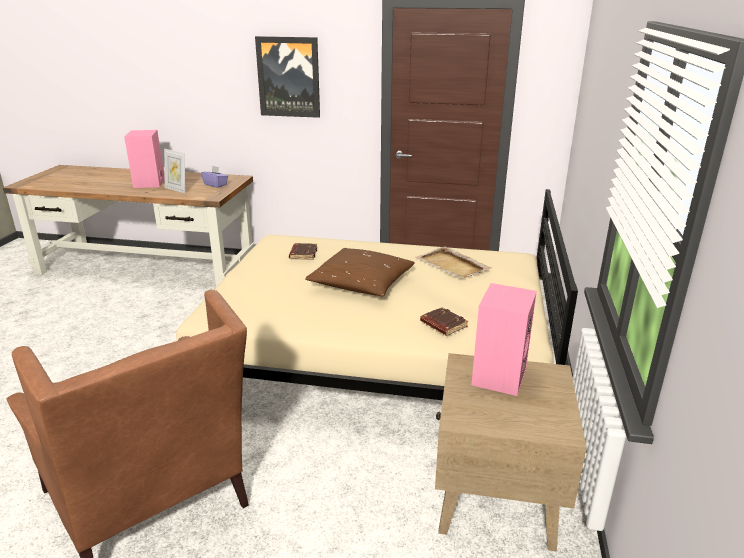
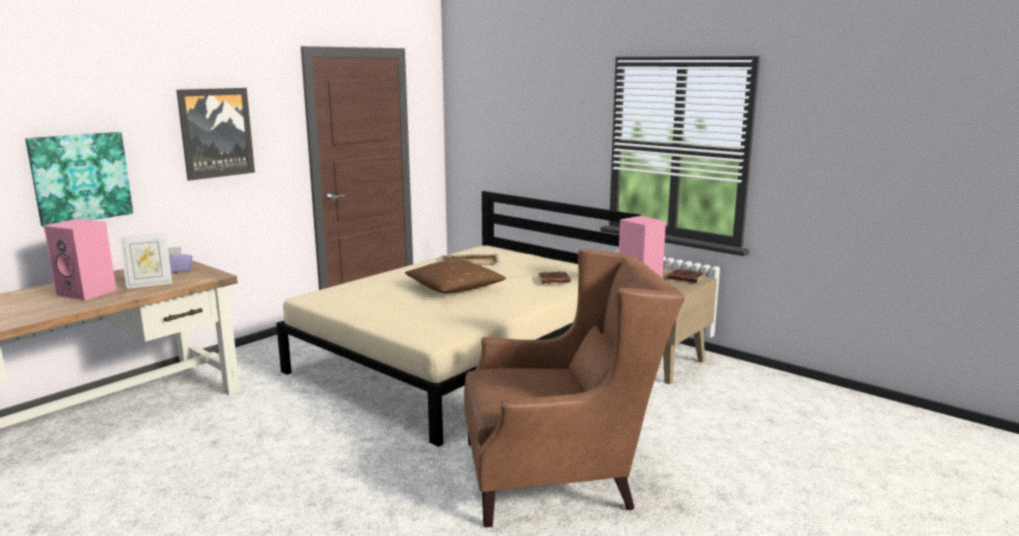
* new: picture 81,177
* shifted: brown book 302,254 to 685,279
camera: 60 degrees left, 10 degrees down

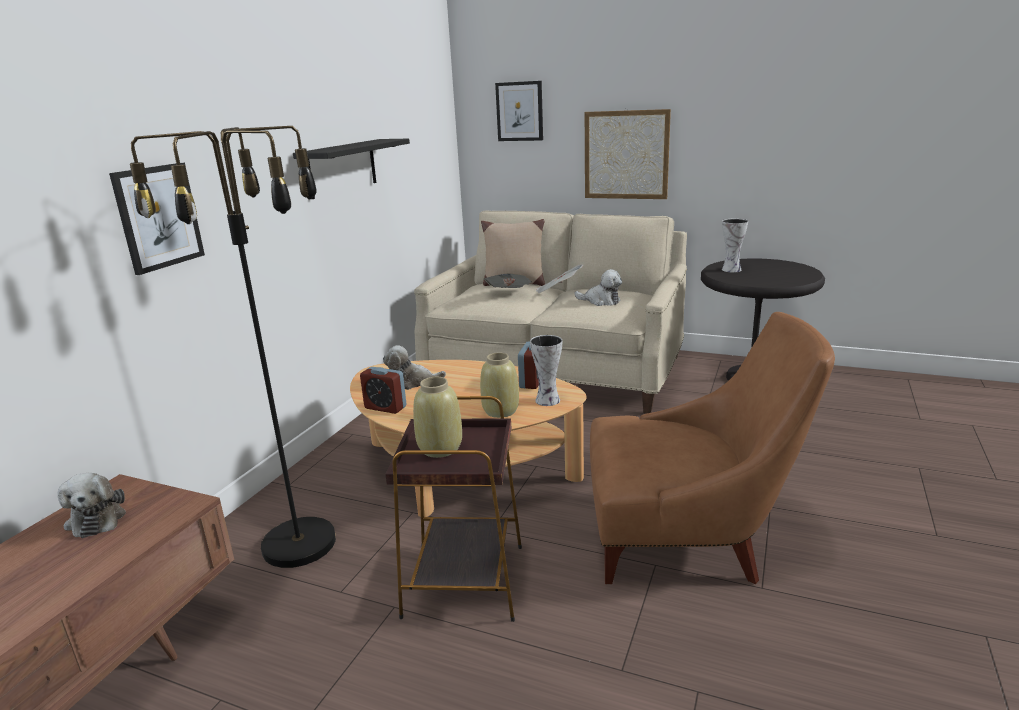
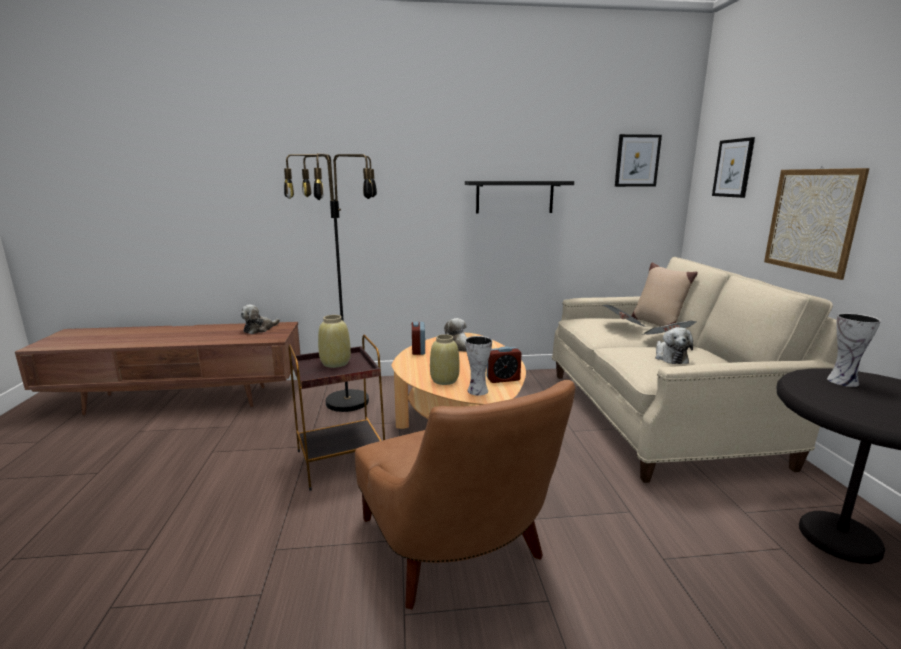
* shifted: picture 158,217 to 637,161
camera: 60 degrees right, 5 degrees down

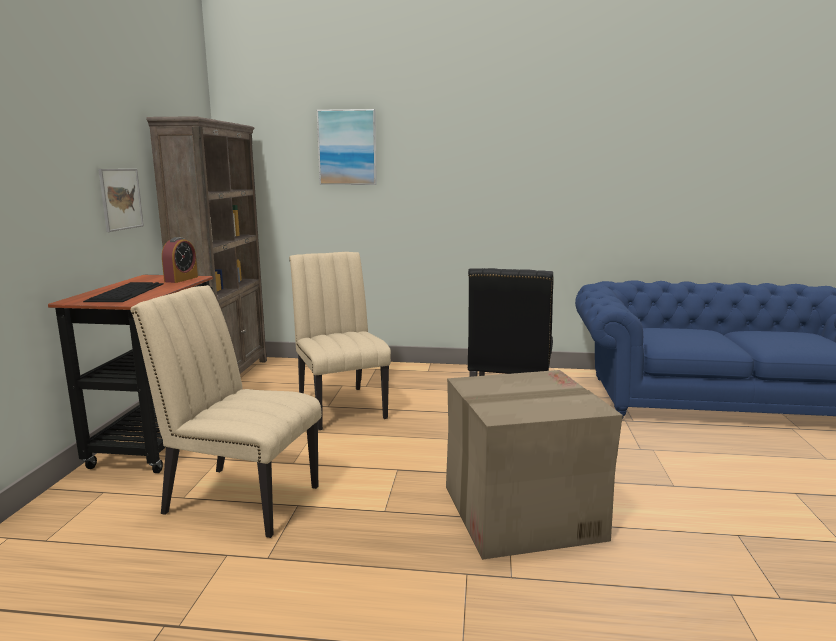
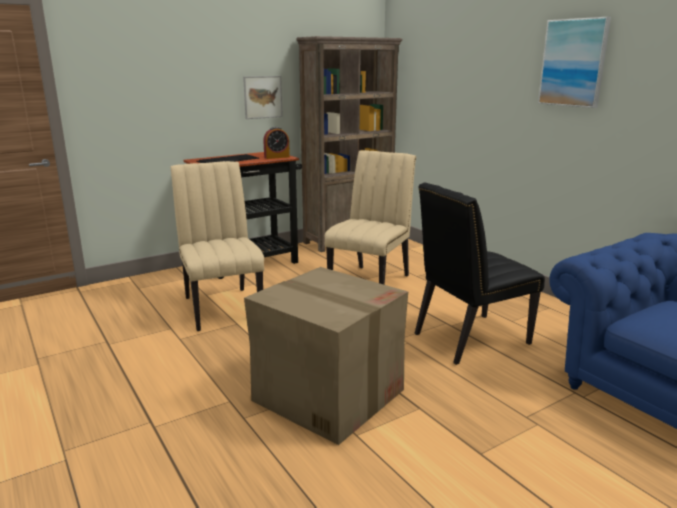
* shifted: picture 347,147 to 573,63
camera: 50 degrees right, 5 degrees up

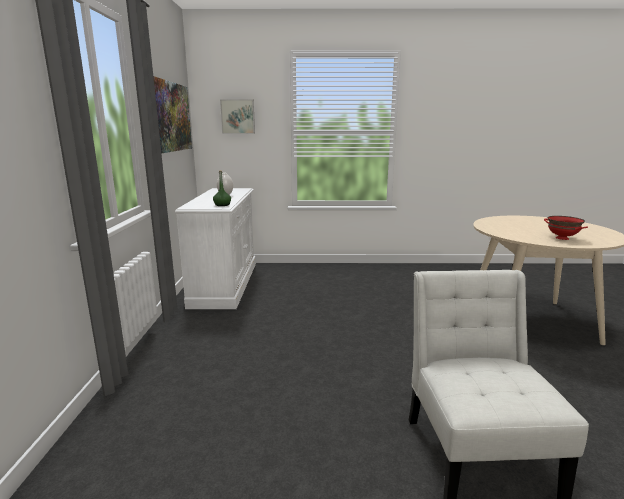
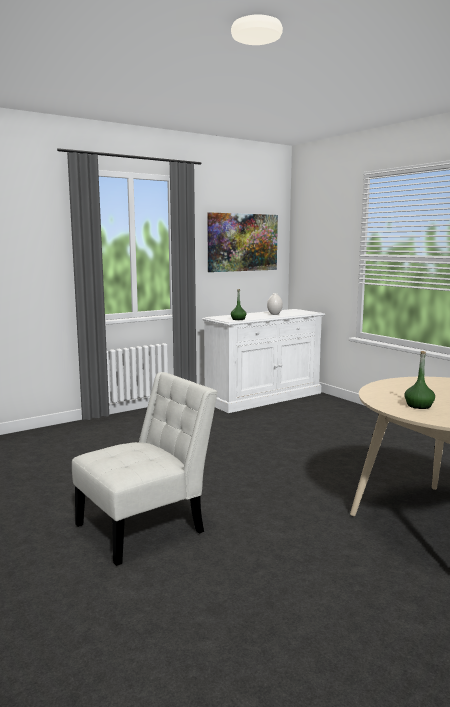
* swapped: red bowl 562,238 to green bottle 419,406
* gone: picture 238,116
camera: 55 degrees right, 5 degrees down

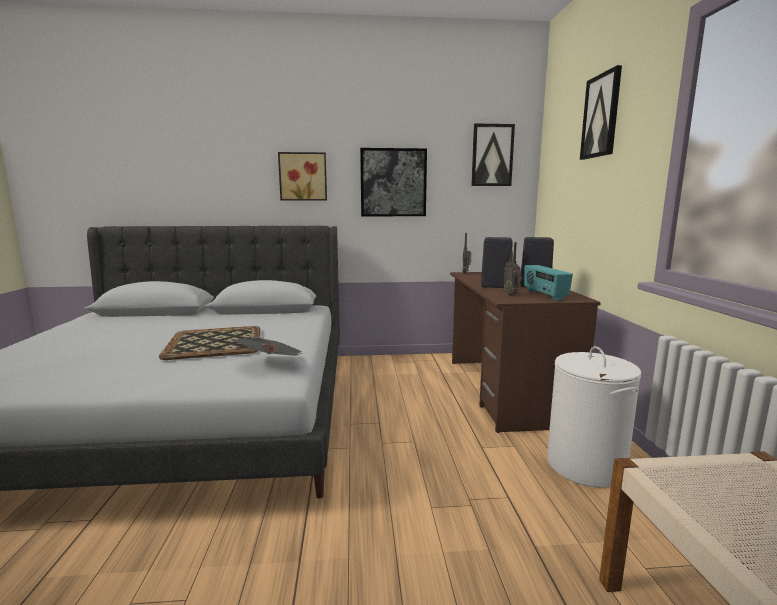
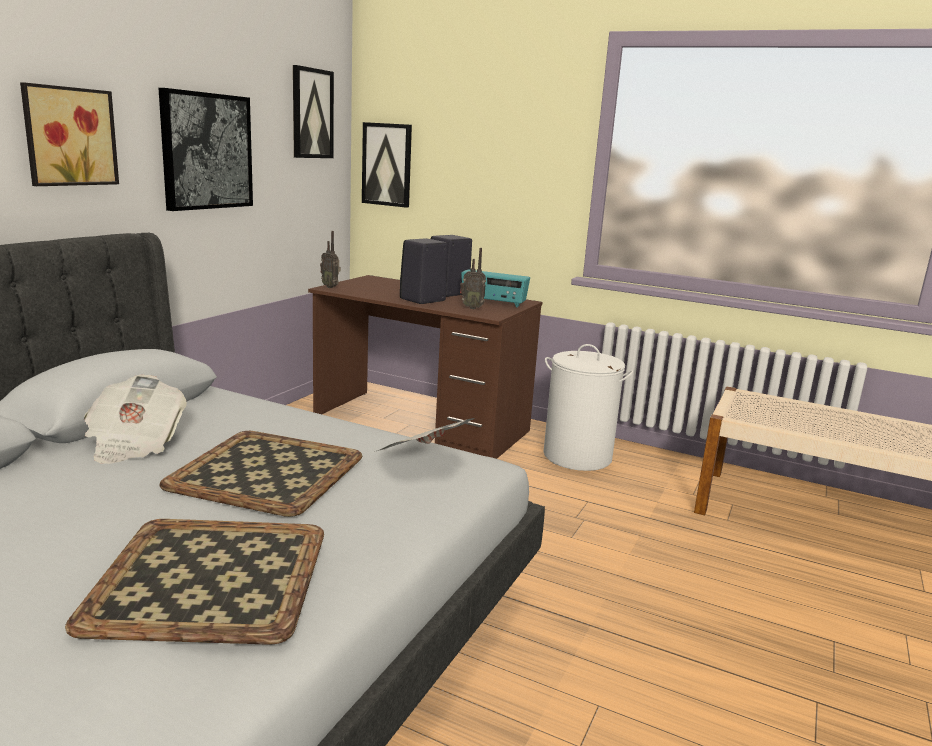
* new: tray 207,579
* new: newspaper 134,443
* shifted: picture 601,116 to 387,164
camera: 60 degrees left, 5 degrees up

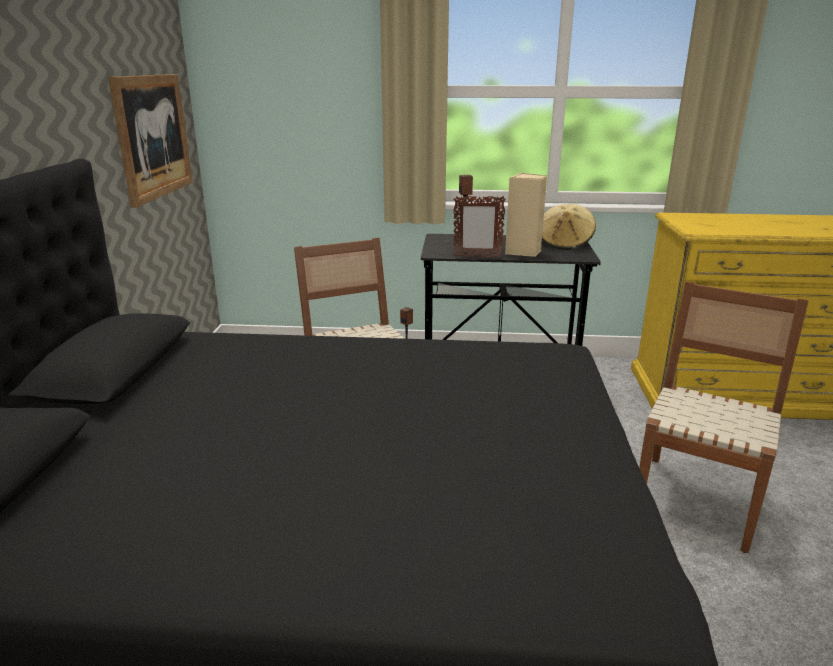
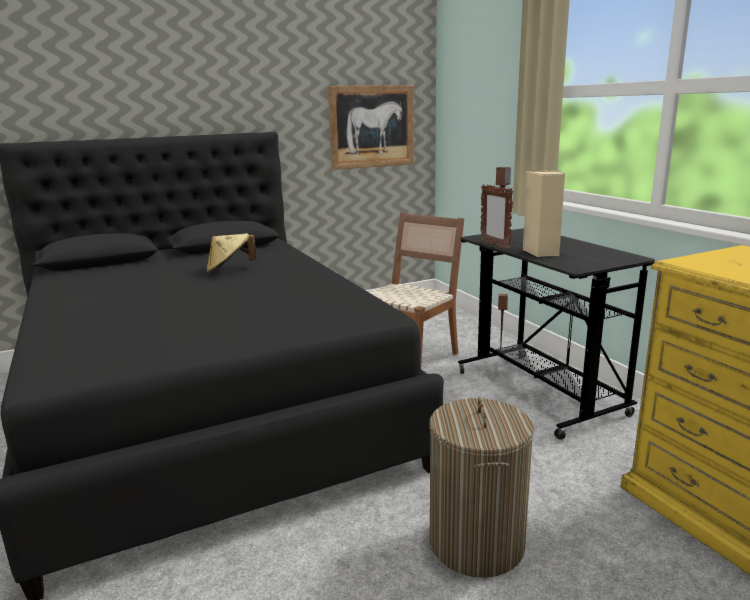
* shifted: beige hat 565,243 to 230,270
* swapped: chair 698,498 to laundry basket 476,543
camera: 60 degrees right, 5 degrees down

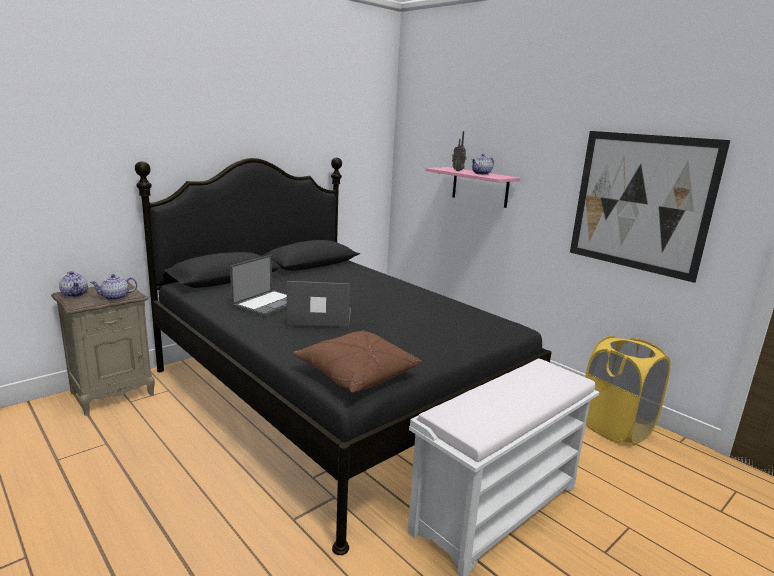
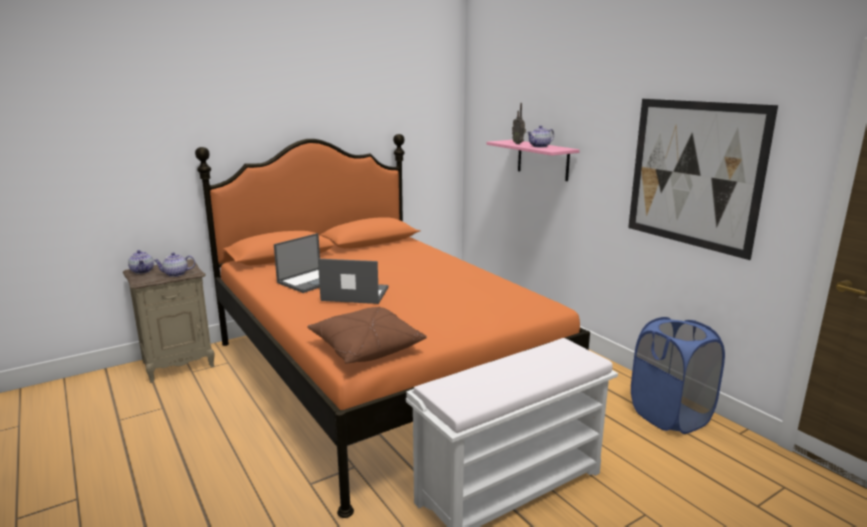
* repainted: black bed 335,398 to orange bed 382,375
* repainted: yellow laundry basket 615,428 to blue laundry basket 670,416
camera: 10 degrees right, 0 degrees up

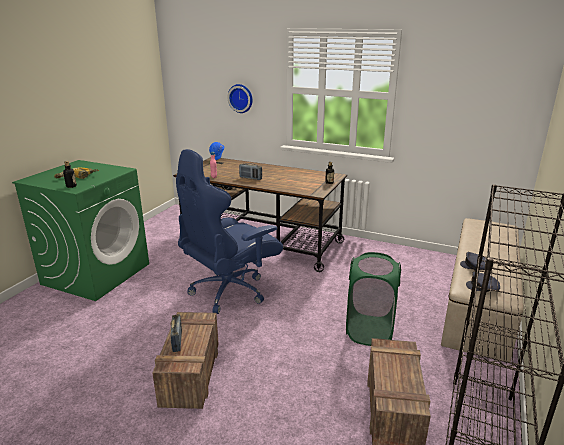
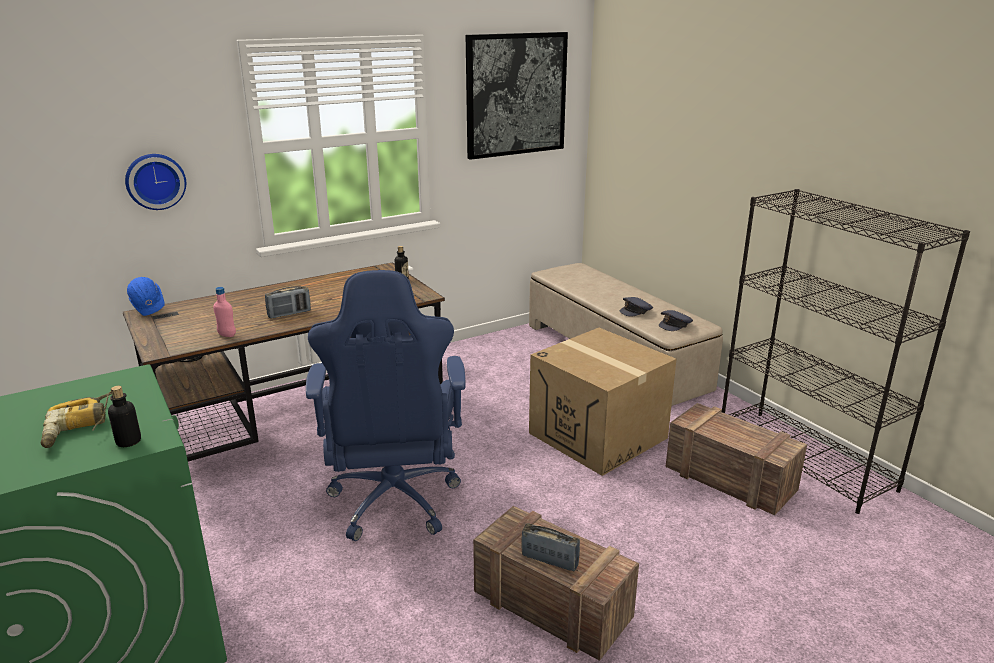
* new: picture 516,95
* swapped: green laundry basket 369,330 to cardboard box 598,435
camera: 55 degrees left, 0 degrees up

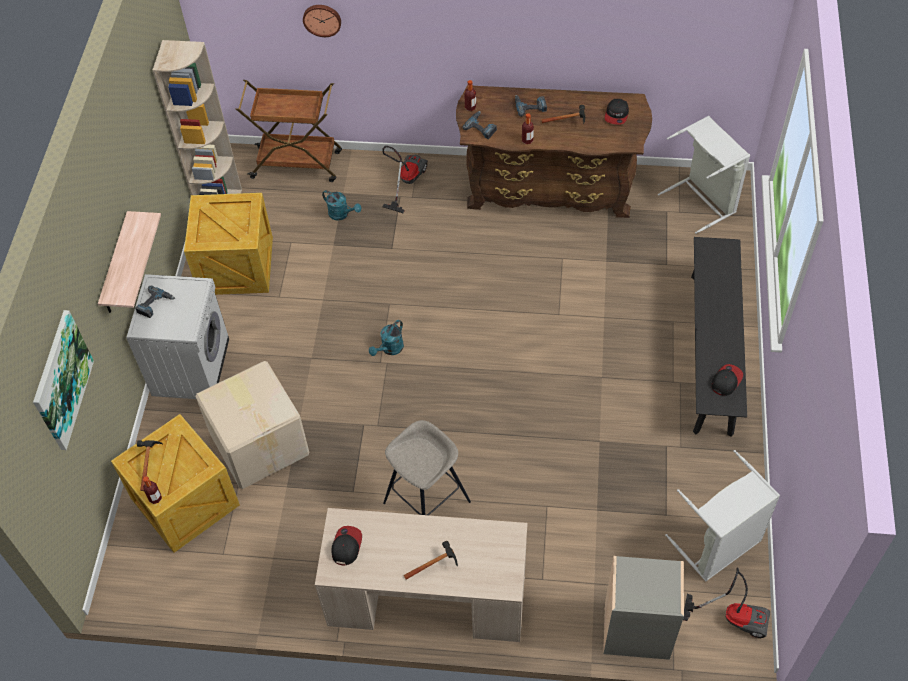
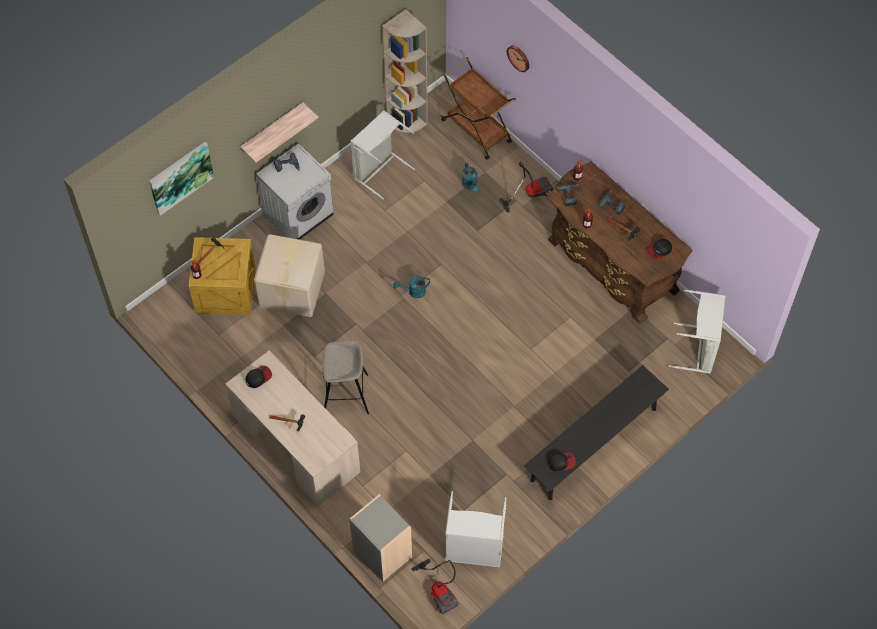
* swapped: crate 235,265 to grey laundry basket 379,170
camera: 40 degrees right, 5 degrees up

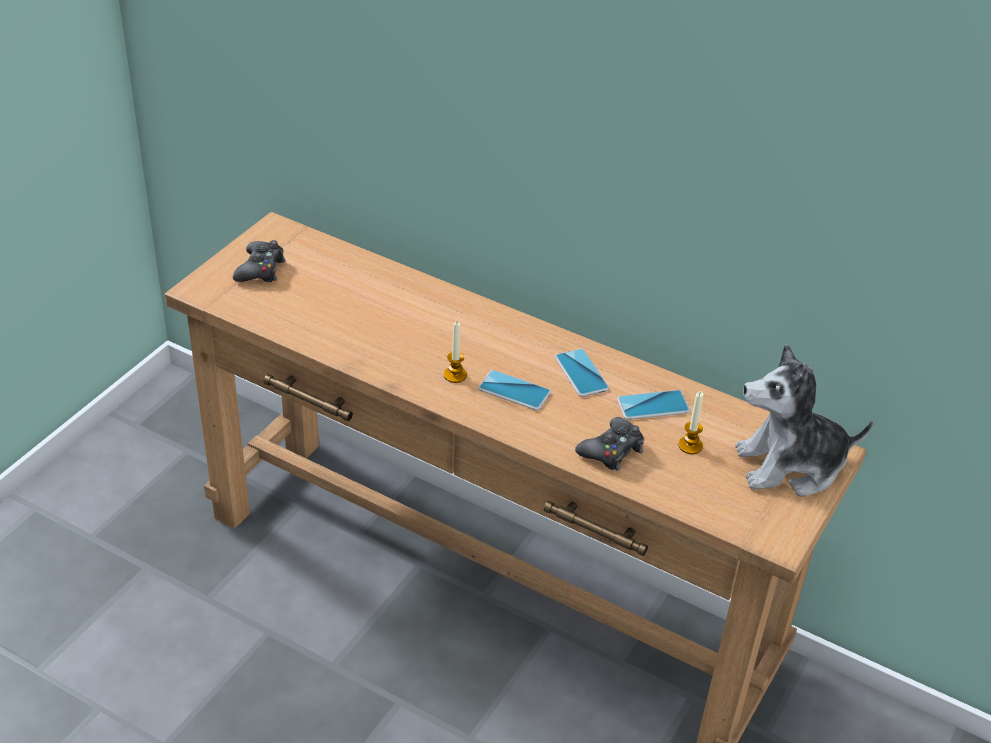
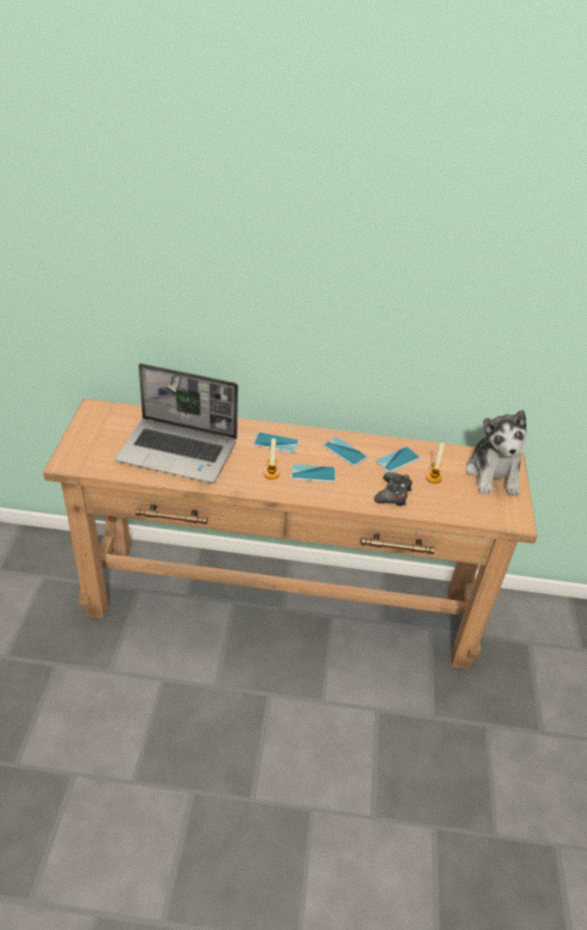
* new: laptop 179,451
* new: phone 276,443
* rotated: plush toy 790,466 = 493,474 60 degrees counterclockwise
* gone: black game controller 260,269
camera: 25 degrees left, 0 degrees up

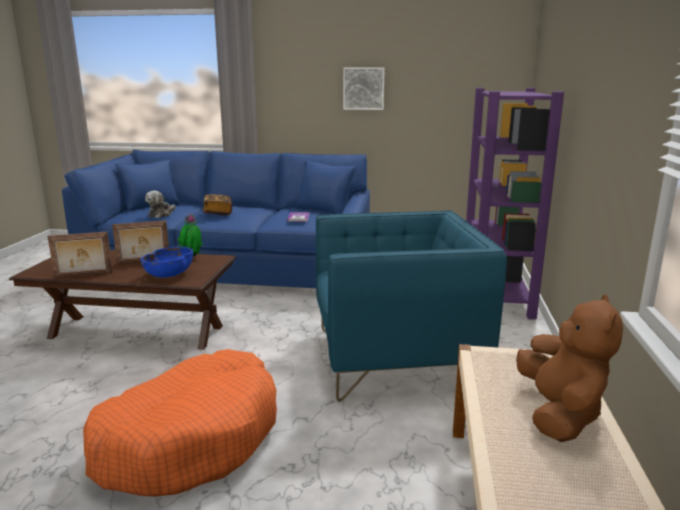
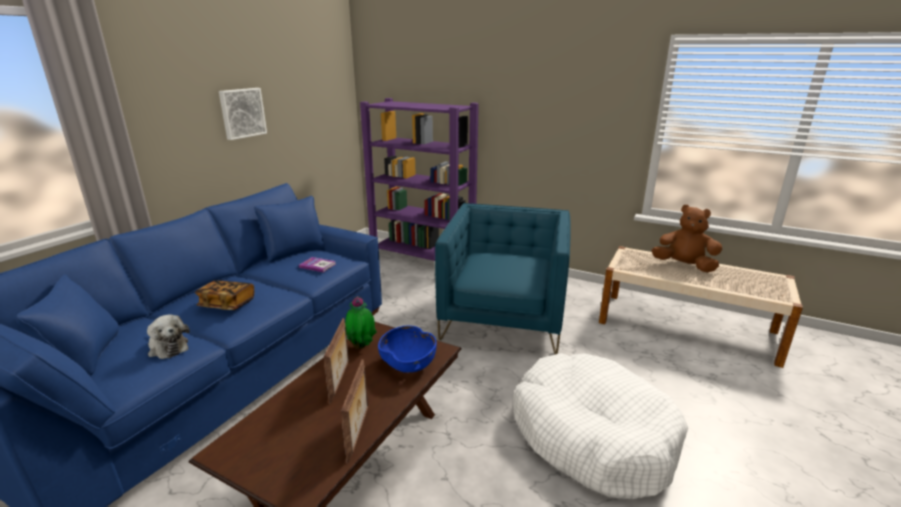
* repainted: orange dog bed 190,438 to white dog bed 592,435
camera: 70 degrees left, 5 degrees up

